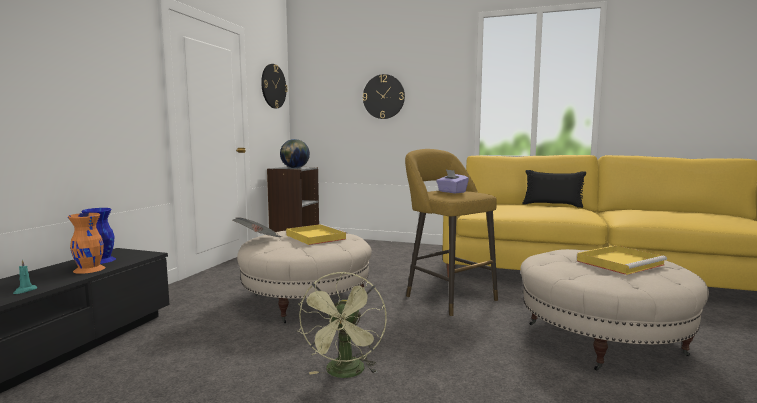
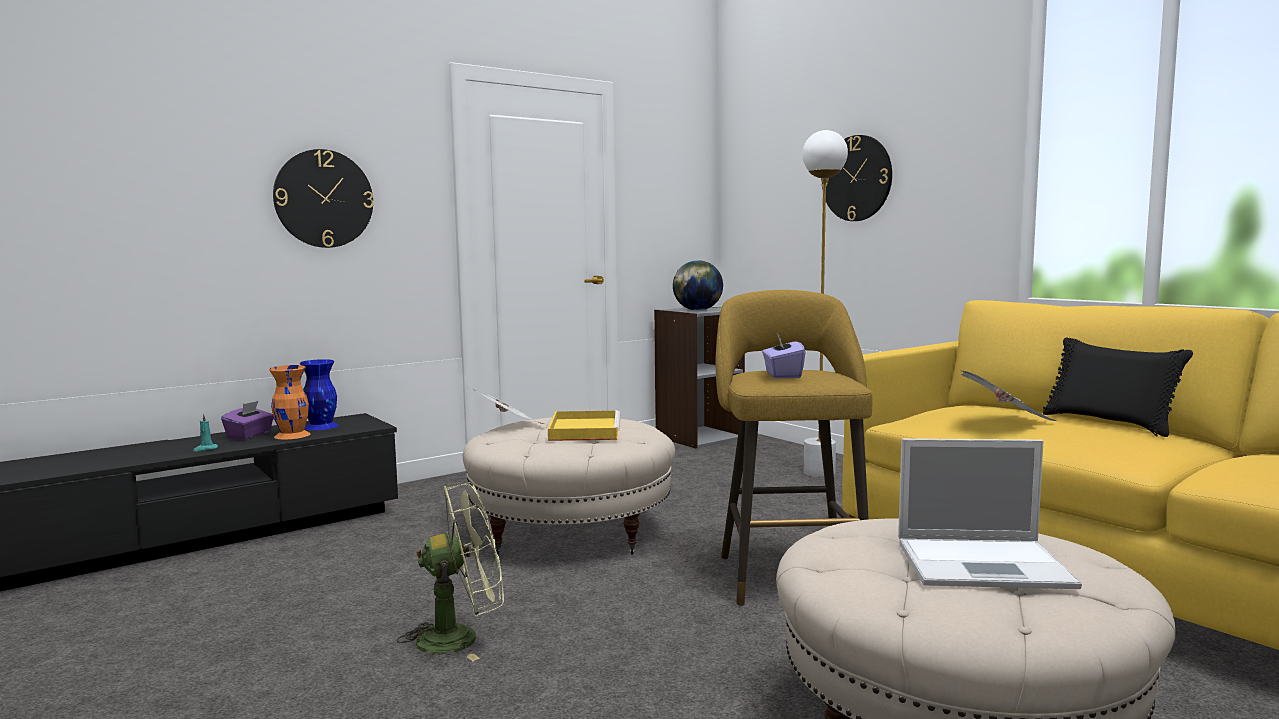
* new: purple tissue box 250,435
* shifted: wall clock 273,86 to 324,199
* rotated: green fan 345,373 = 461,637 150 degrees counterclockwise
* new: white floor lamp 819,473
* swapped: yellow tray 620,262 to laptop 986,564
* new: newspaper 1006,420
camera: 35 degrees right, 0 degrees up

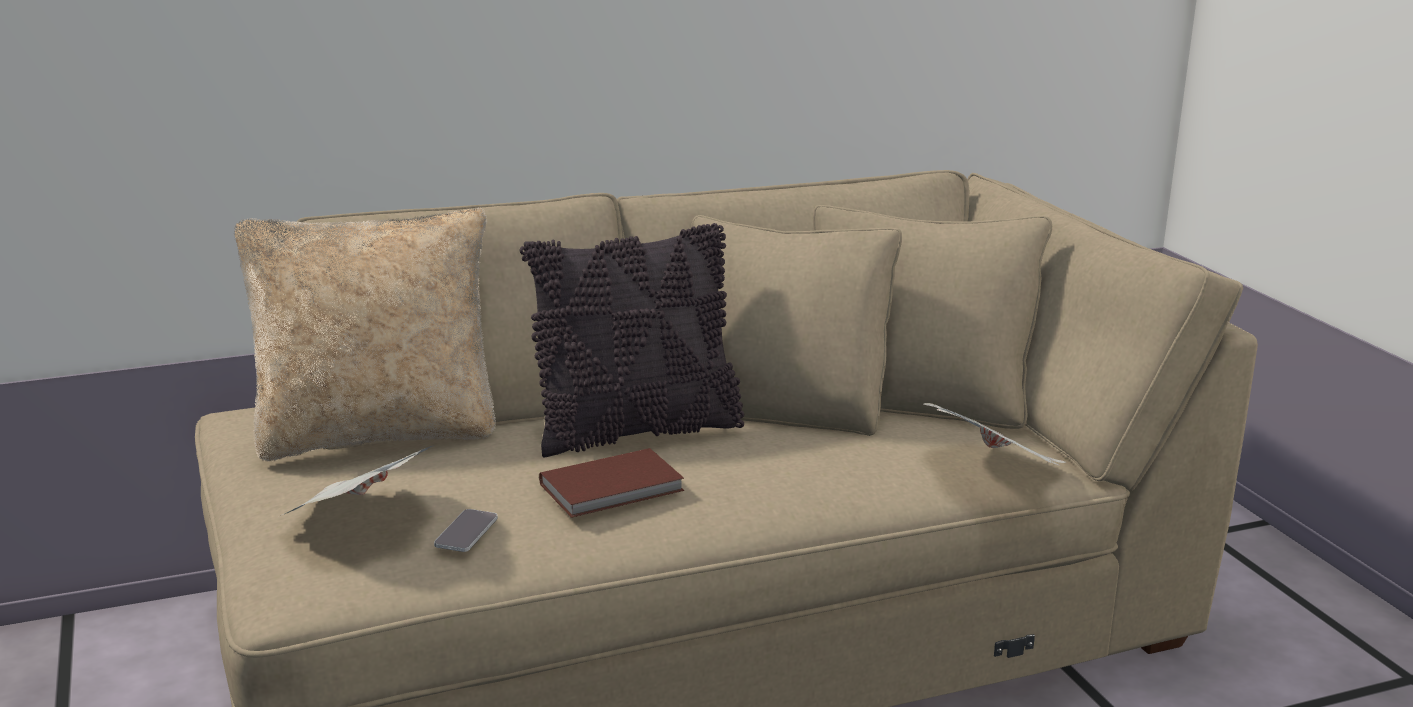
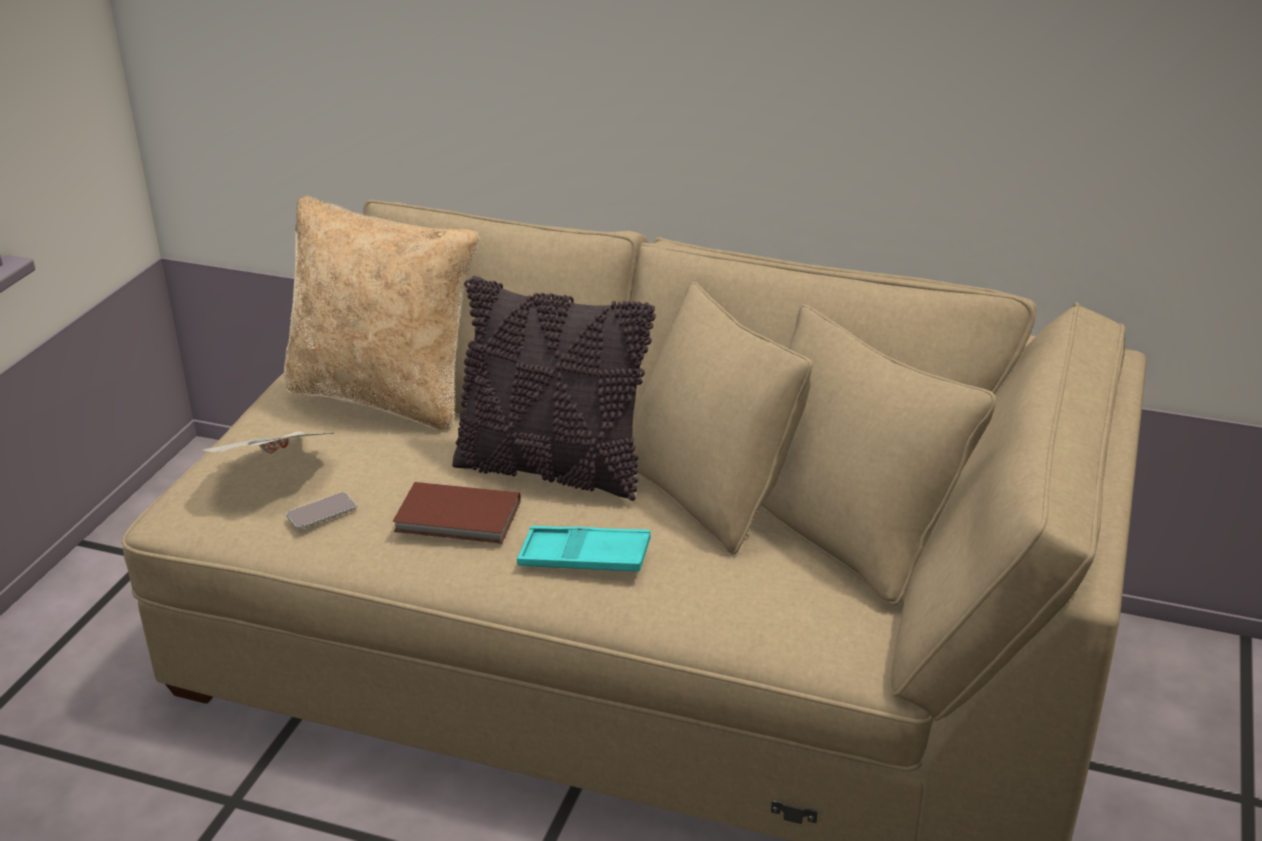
* new: turquoise tray 584,557
* gone: newspaper 995,471
camera: 40 degrees right, 10 degrees up

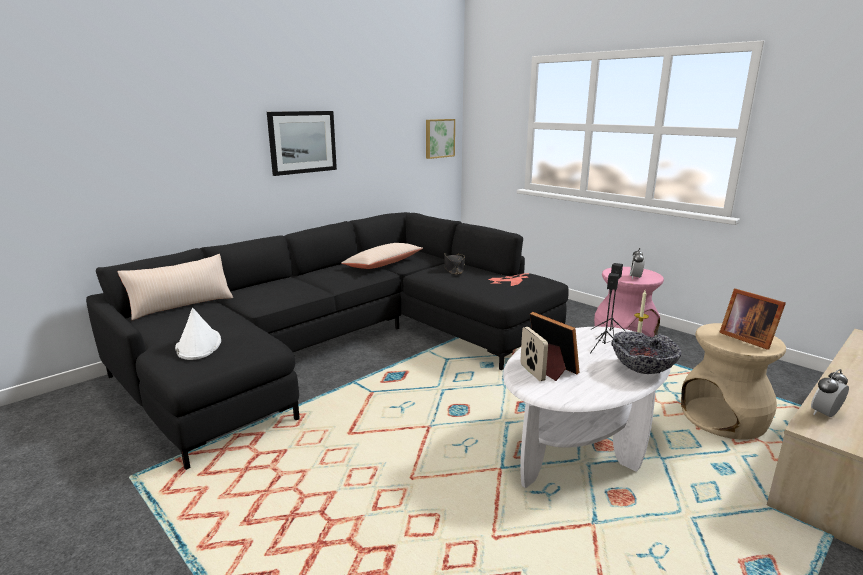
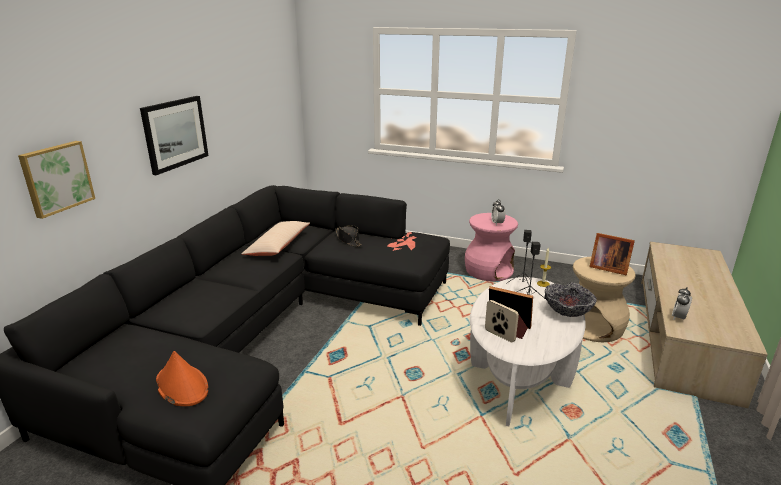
* shifted: picture 439,138 to 56,178
* repainted: white hat 198,345 to orange hat 181,385
* gone: beige pillow 181,305
camera: 25 degrees left, 5 degrees up

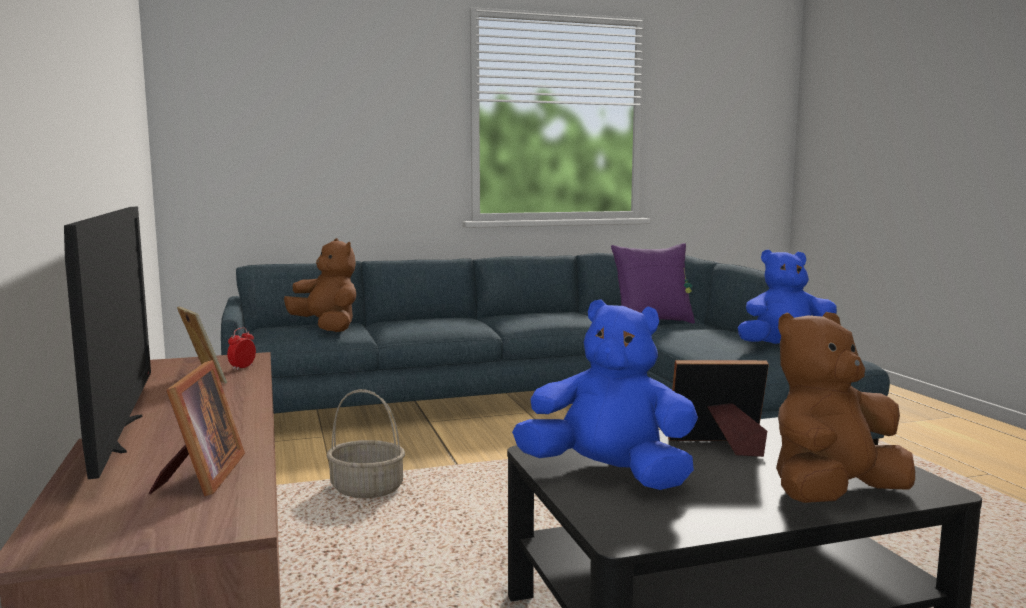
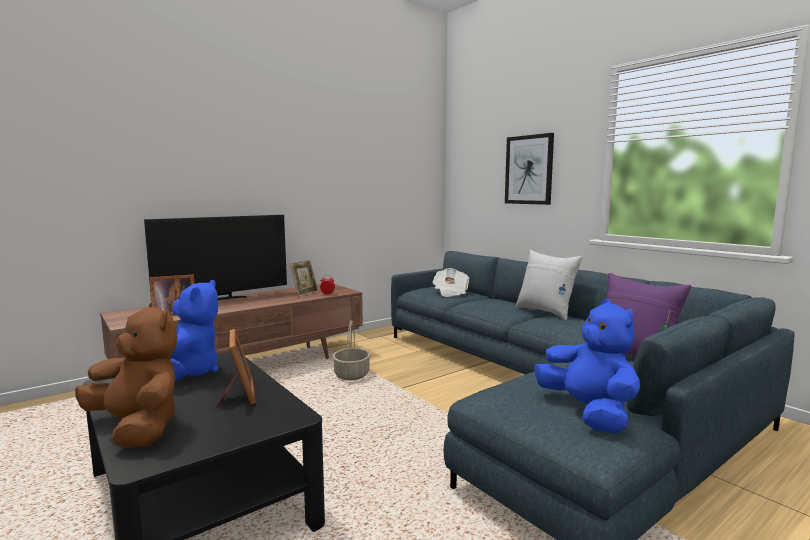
* swapped: brown plush toy 327,328 to newspaper 450,293
* new: picture 529,170
* new: grey pillow 545,312
camera: 70 degrees right, 0 degrees up

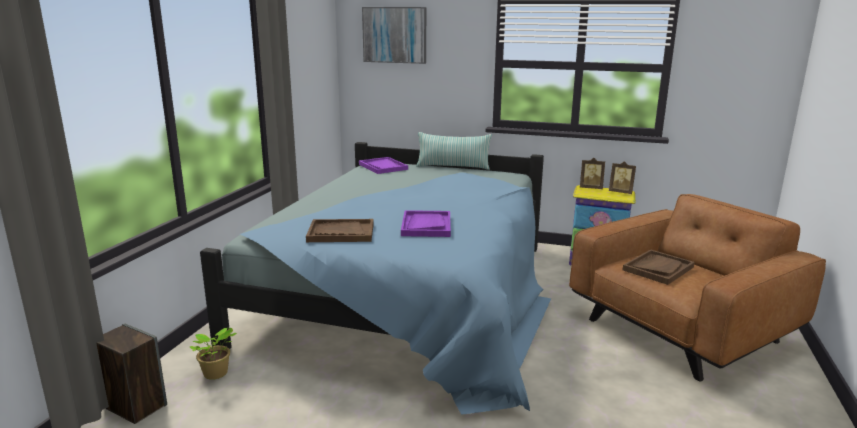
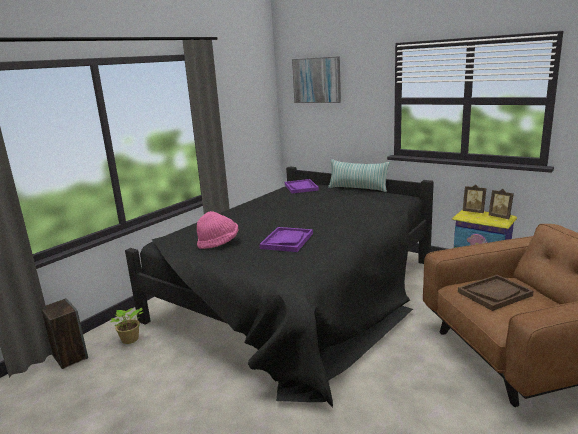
* repainted: blue bed 411,296 to black bed 300,294
* swapped: brown tray 341,233 to pink hat 218,243
camera: 20 degrees right, 0 degrees up

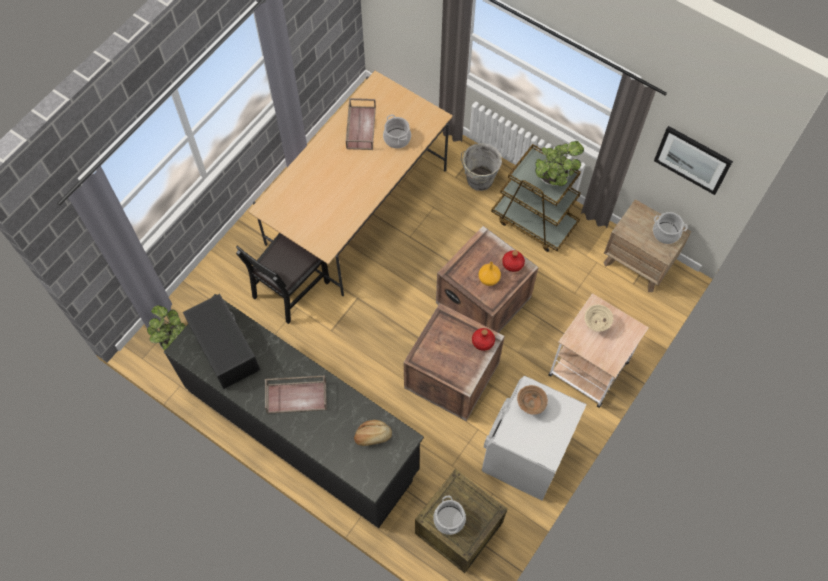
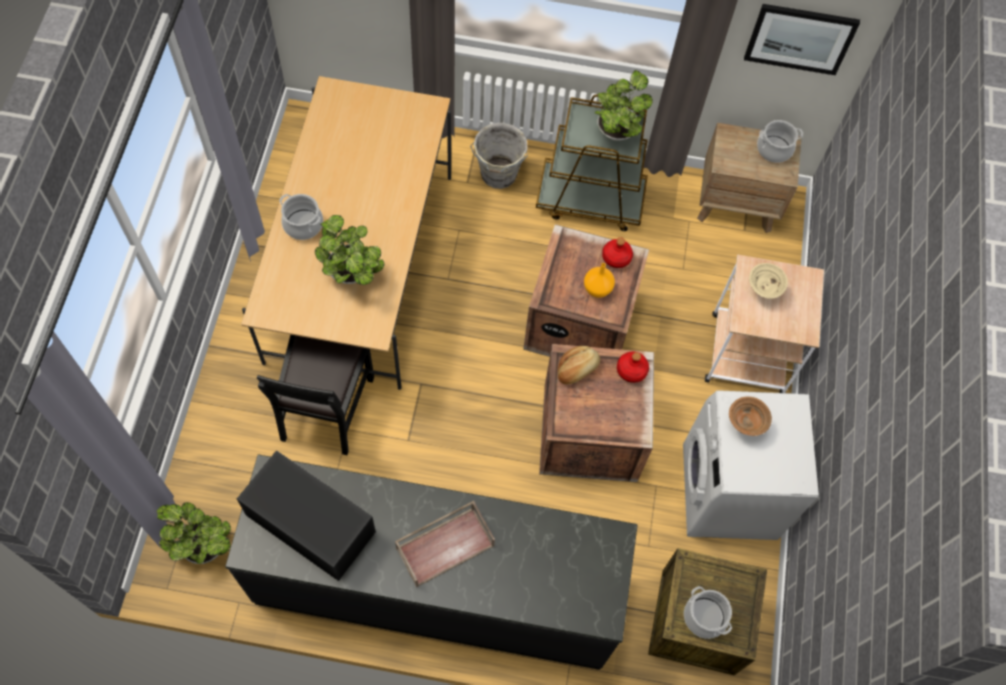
* shifted: cooking pot 397,138 to 303,224
* new: potted plant 352,274
* shifted: bread 373,436 to 577,369
* gone: brown tray 360,127
camera: 30 degrees left, 0 degrees up

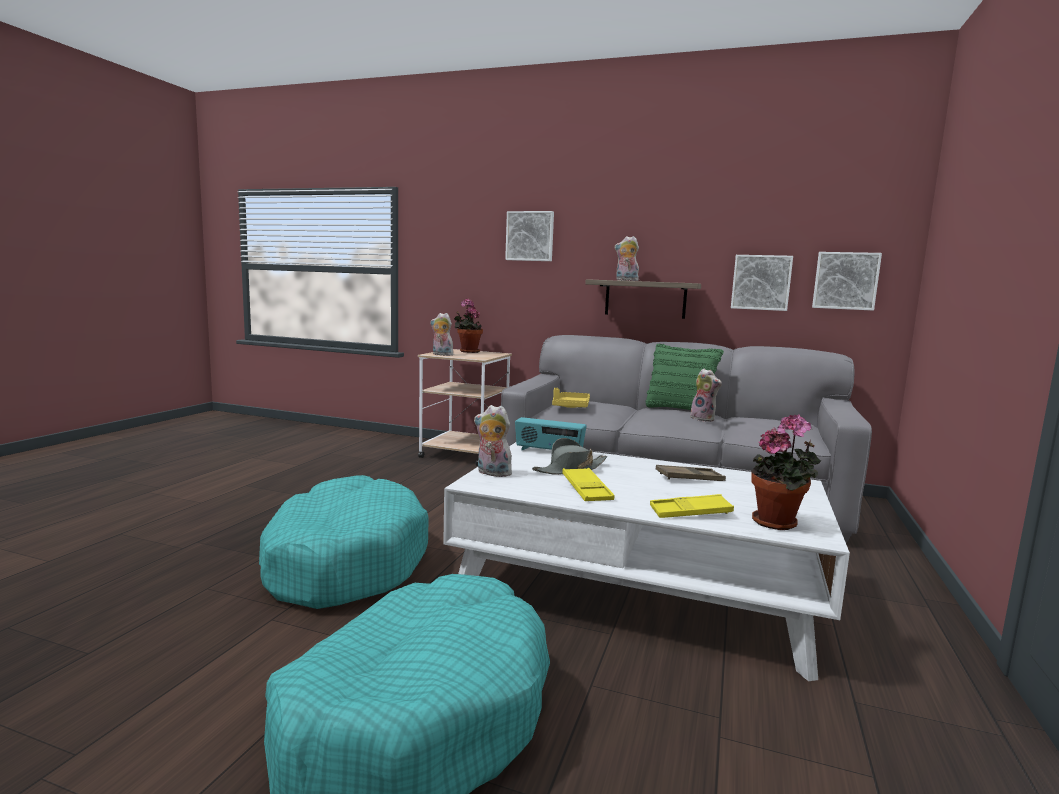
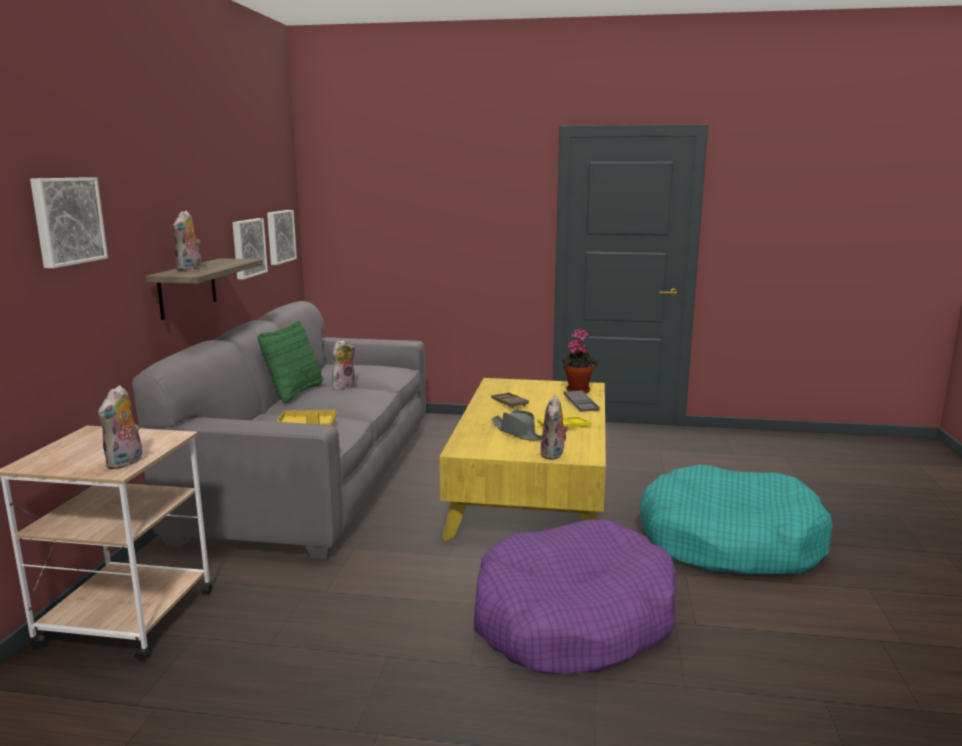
* repainted: white coffee table 636,589 to yellow coffee table 532,489
* repainted: turquoise dog bed 344,561 to purple dog bed 572,619
* repainted: yellow tray 690,512 to grey tray 581,404
* gone: potted plant 468,351
* gone: radio 549,452
camera: 100 degrees left, 5 degrees up

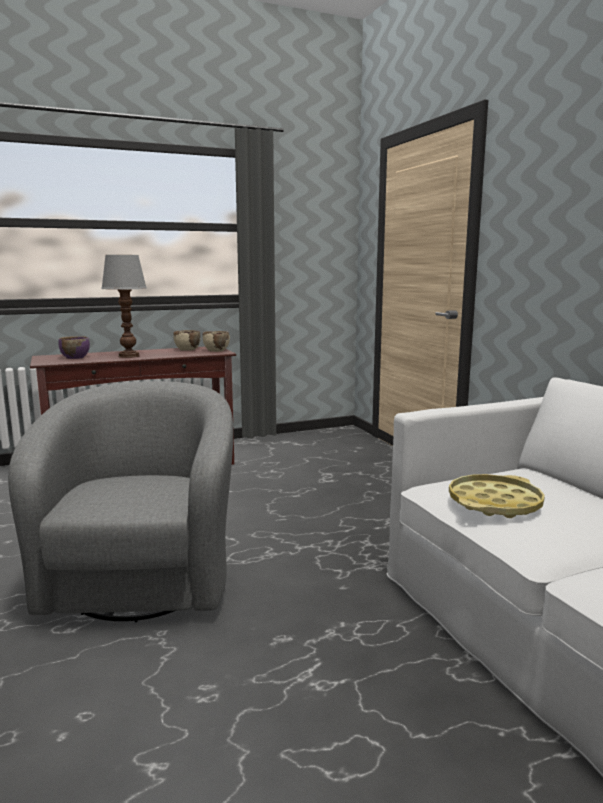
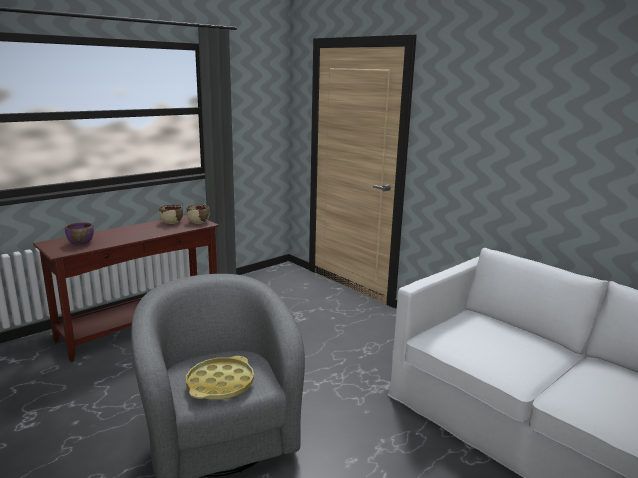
* shifted: yellow tray 494,503 to 220,384
* gone: table lamp 129,356
camera: 20 degrees left, 5 degrees up

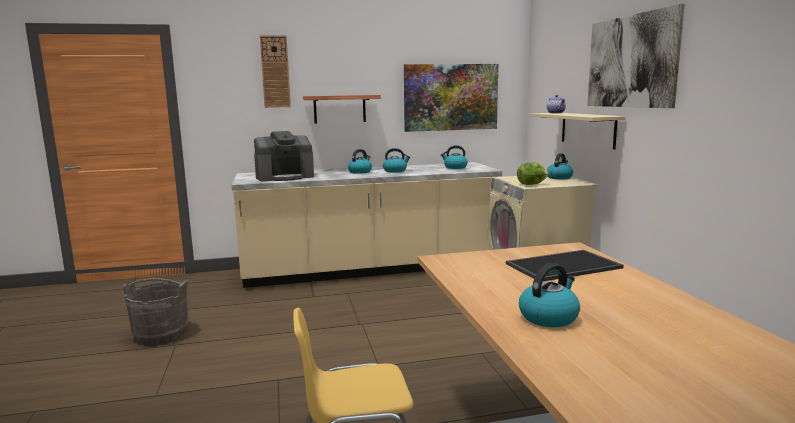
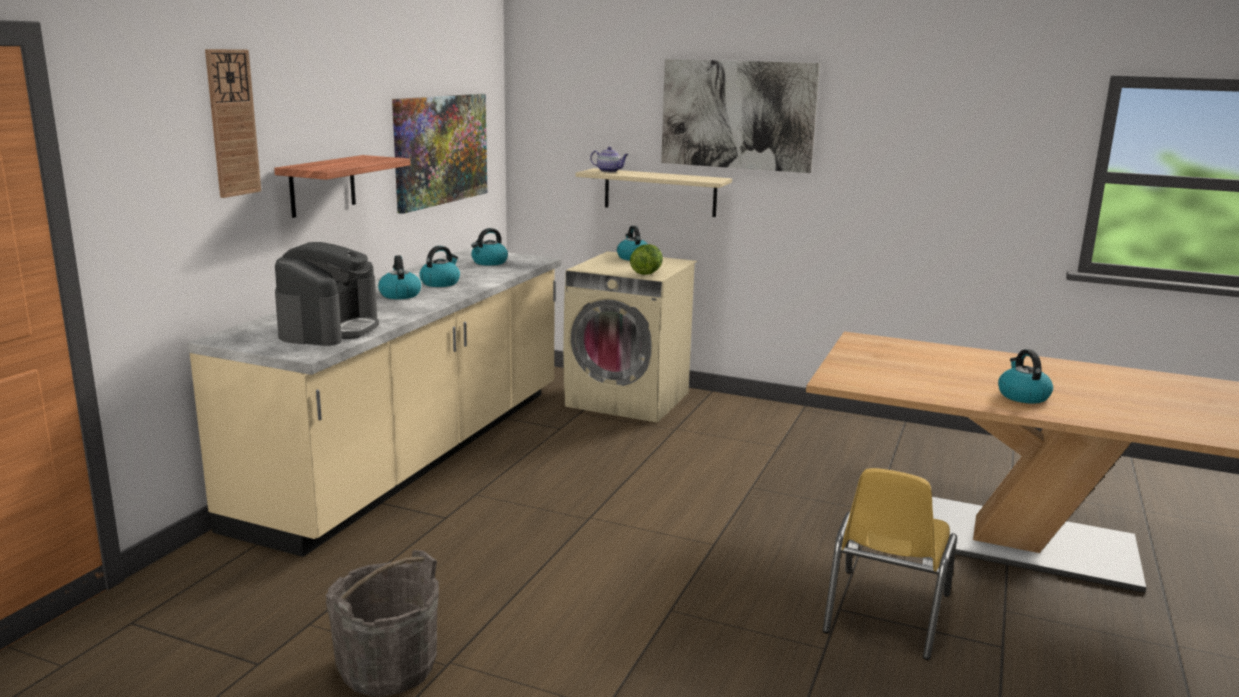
* gone: tray 563,265
camera: 55 degrees left, 5 degrees up

